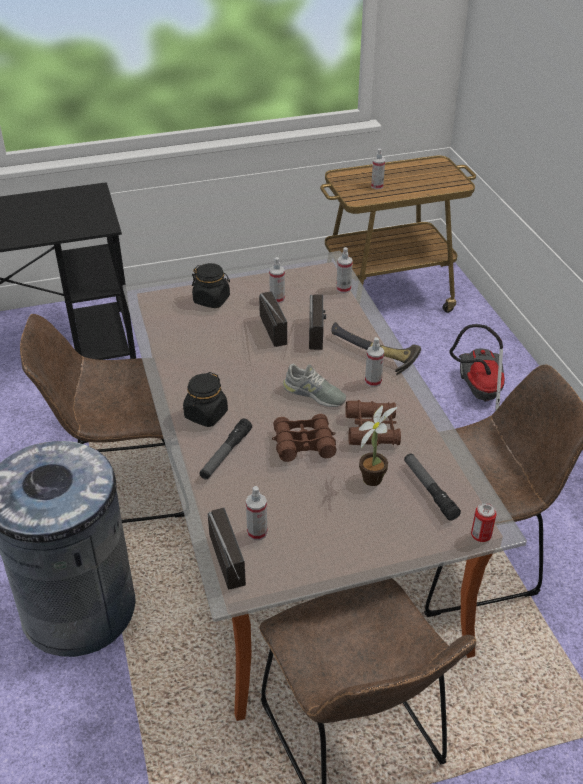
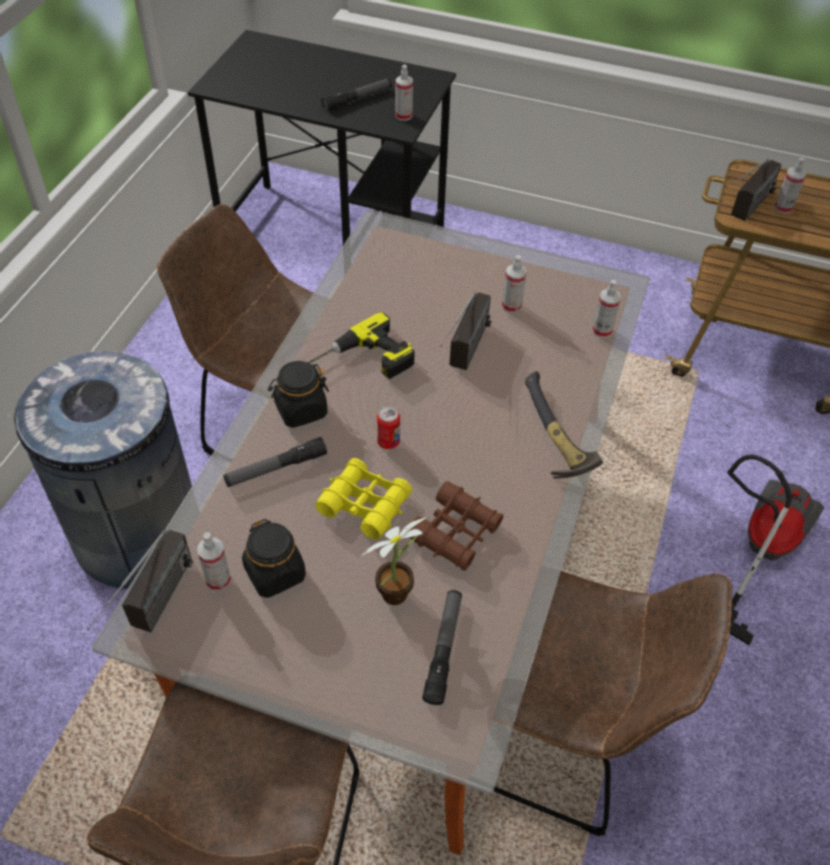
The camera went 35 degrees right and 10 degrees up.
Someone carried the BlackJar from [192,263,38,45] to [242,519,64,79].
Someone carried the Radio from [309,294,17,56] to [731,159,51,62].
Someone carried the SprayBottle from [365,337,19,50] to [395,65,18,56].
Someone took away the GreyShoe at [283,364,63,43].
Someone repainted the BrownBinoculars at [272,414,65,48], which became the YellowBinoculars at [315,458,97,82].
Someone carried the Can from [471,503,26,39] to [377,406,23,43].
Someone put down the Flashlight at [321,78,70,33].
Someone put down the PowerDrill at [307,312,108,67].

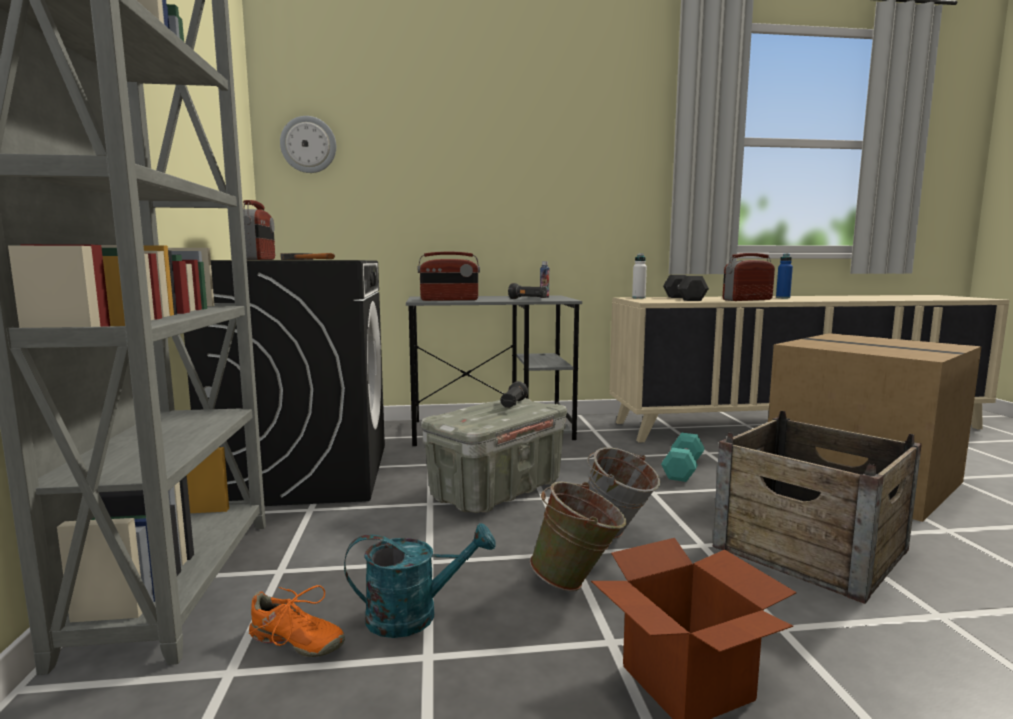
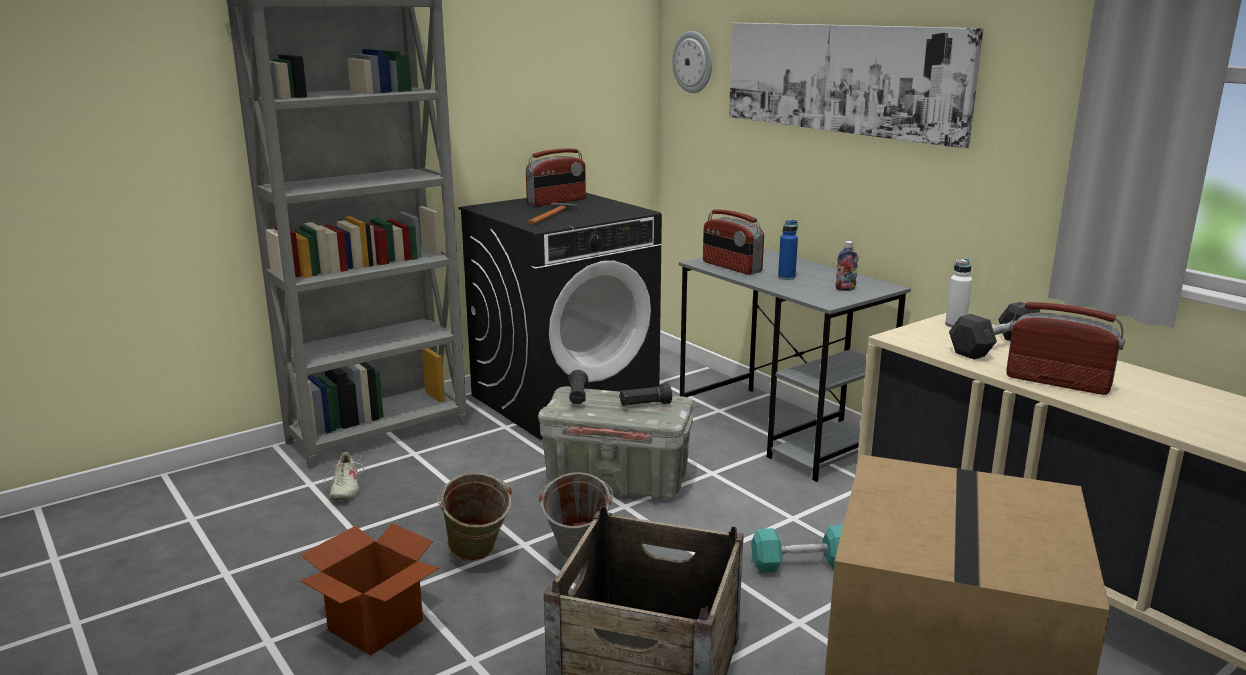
The camera went 60 degrees right and 10 degrees up.
Someone carried the BlueBottle from [776,253,17,45] to [778,220,20,60].
Someone carried the BlackFlashlight from [508,283,39,16] to [568,370,20,34].
Someone took away the TurquoiseWateringCan at [344,523,152,115].
Someone repainted the OrangeShoe at [249,585,96,72], which became the BeigeShoe at [321,452,43,49].
Someone put up the Picture at [729,23,255,126].

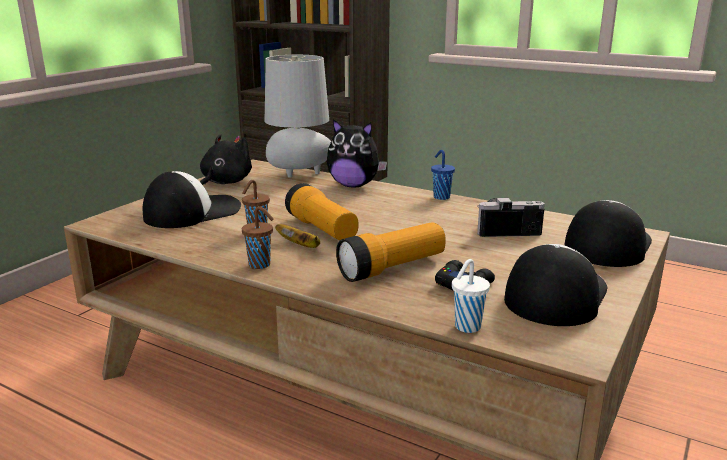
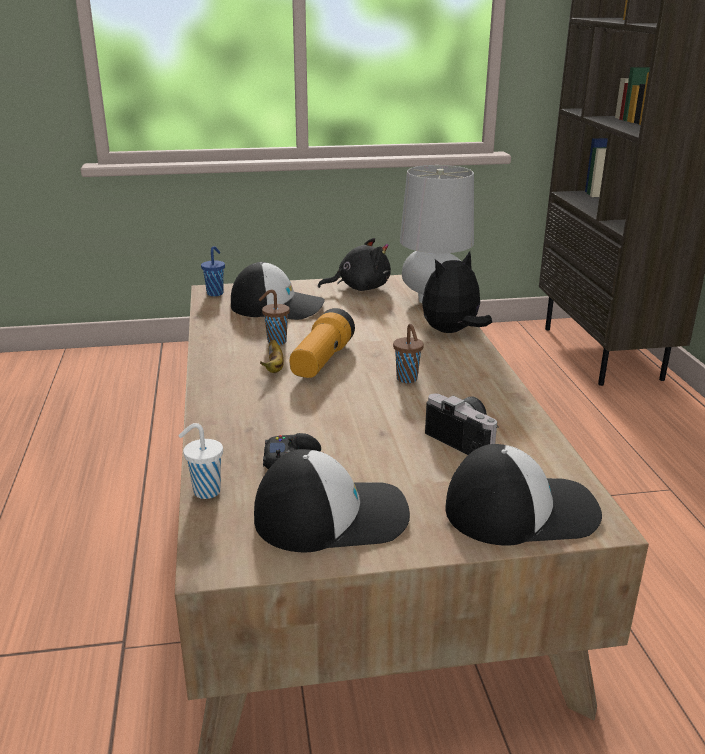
The camera went 50 degrees right and 5 degrees up.
Someone rotated the PlushToy at [327,119,60,68] by 75 degrees clockwise.
Someone carried the BlueCup from [431,150,24,50] to [201,246,24,50].
Someone carried the BrownCup from [242,206,32,63] to [393,324,31,59].
Someone took away the Flashlight at [336,222,110,60].

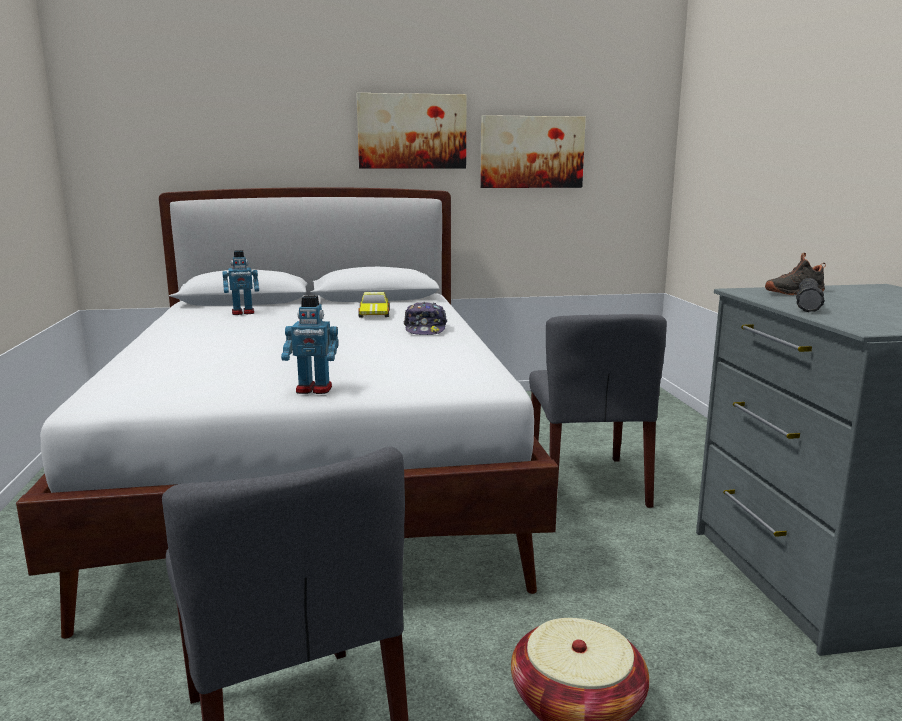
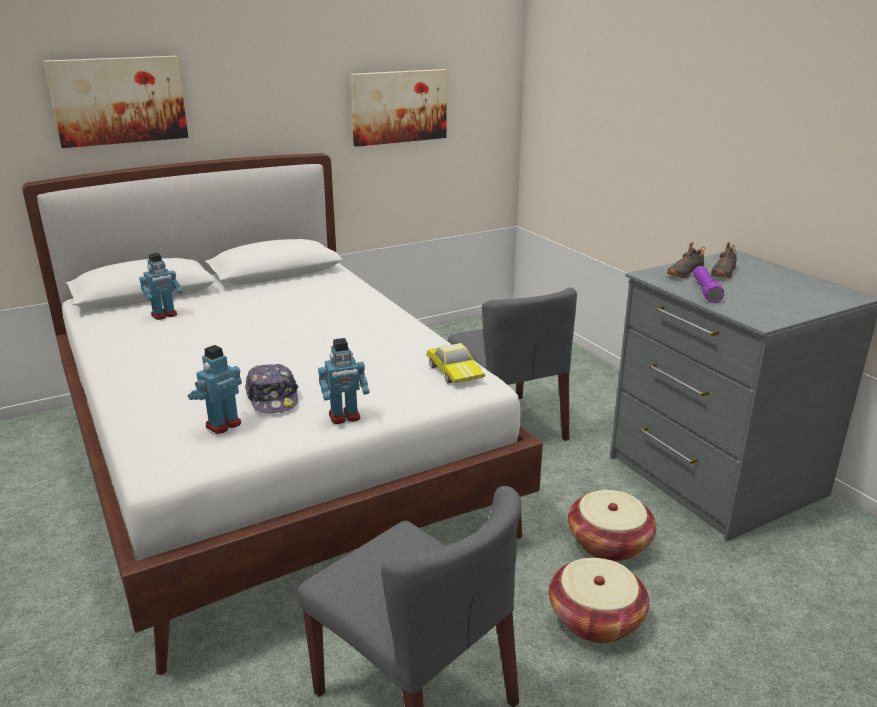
The camera went 20 degrees left and 10 degrees up.
Someone carried the Picture from [356,93,110,75] to [44,56,144,92].
Someone repainted the BlackFlashlight at [796,278,29,34], which became the PurpleFlashlight at [693,266,31,37].
Someone carried the ToyCar from [358,292,32,26] to [427,343,58,40].
Someone carried the Cap from [404,302,43,33] to [245,364,53,49].
Someone put down the BlackShoe at [711,242,26,36].
Someone put down the ToyRobot at [188,345,54,89].
Someone put down the Basket at [568,490,88,71].

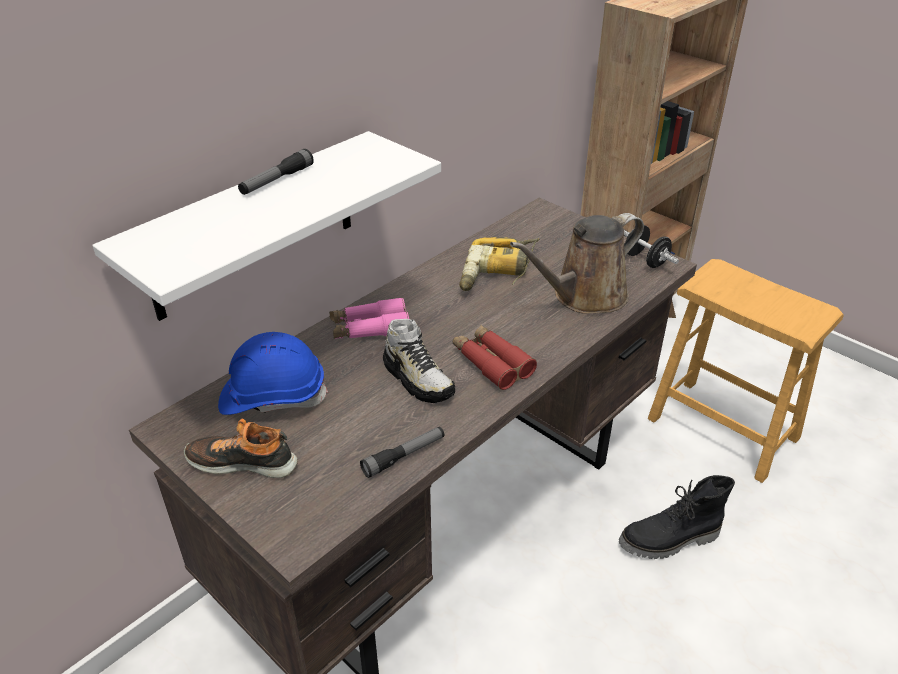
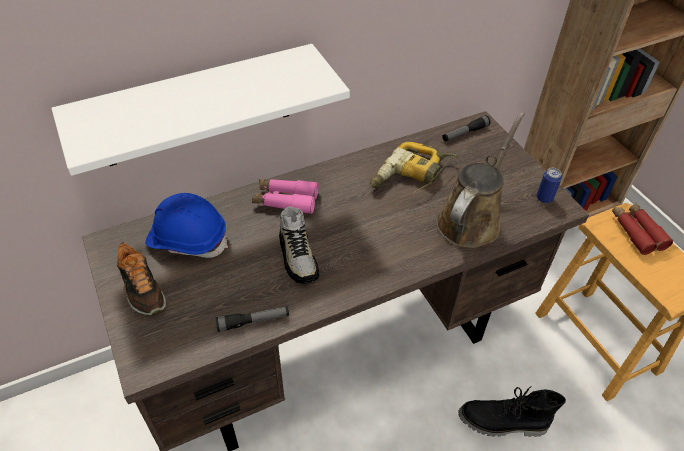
The camera went 20 degrees right and 10 degrees up.
Someone carried the Flashlight from [238,149,76,46] to [442,115,48,26].
Someone rotated the BrownWateringCan at [510,213,134,101] by 135 degrees clockwise.
Someone swapped the BlackDumbbell at [624,225,55,43] for the Can at [537,168,25,35].
Someone carried the RedBinoculars from [453,325,84,65] to [612,203,61,52].
Someone rotated the Shoe at [184,419,114,59] by 150 degrees counterclockwise.

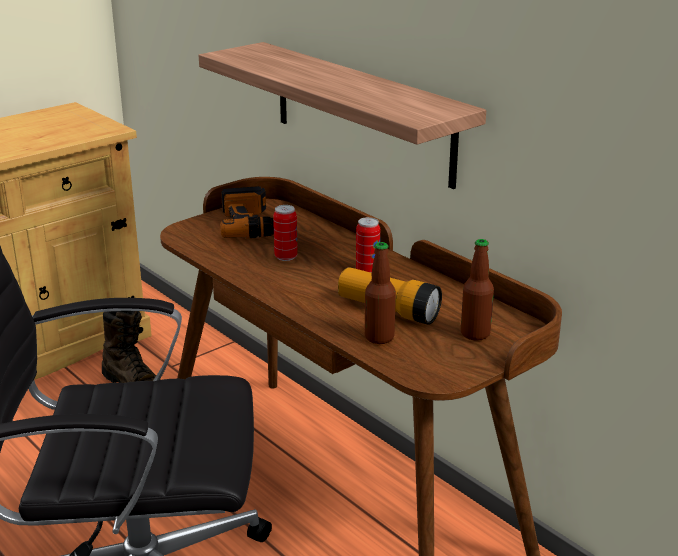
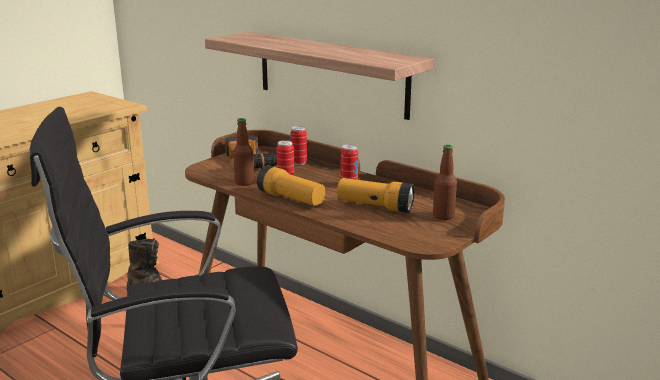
The camera went 10 degrees left and 5 degrees down.
Someone carried the Bottle from [365,242,31,102] to [233,118,21,68].
Someone put down the Can at [290,126,17,39].
Someone put down the Flashlight at [257,165,68,41].

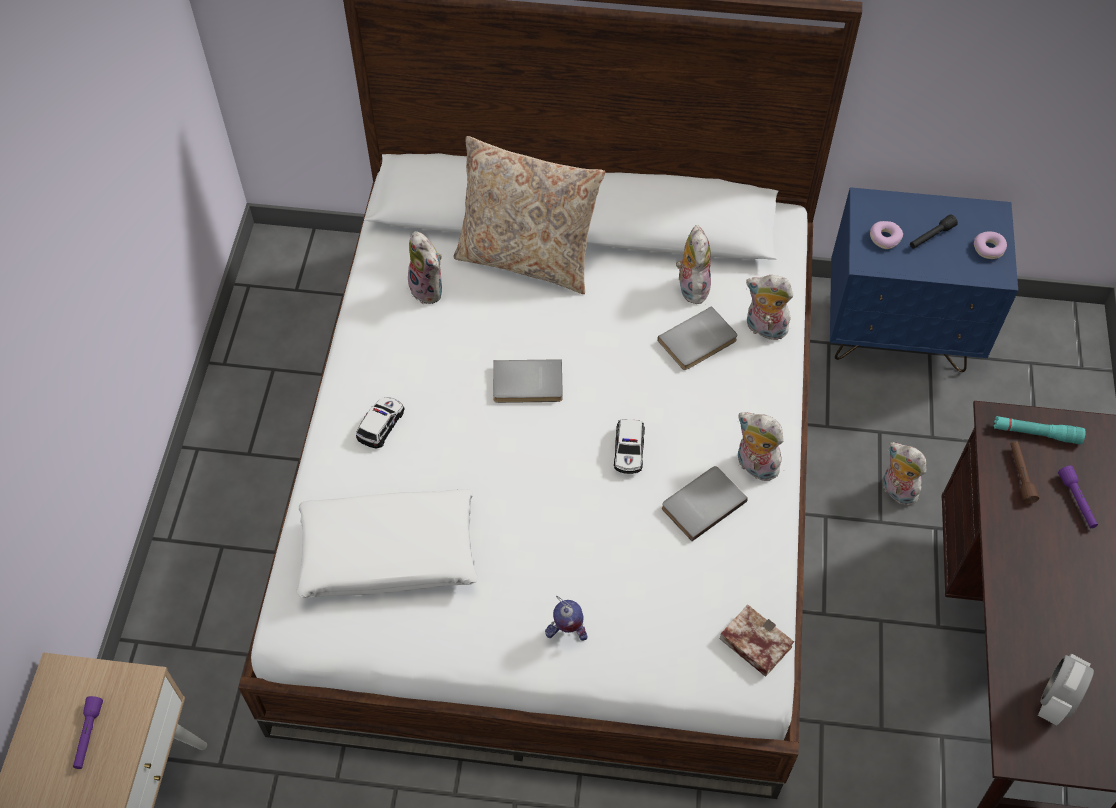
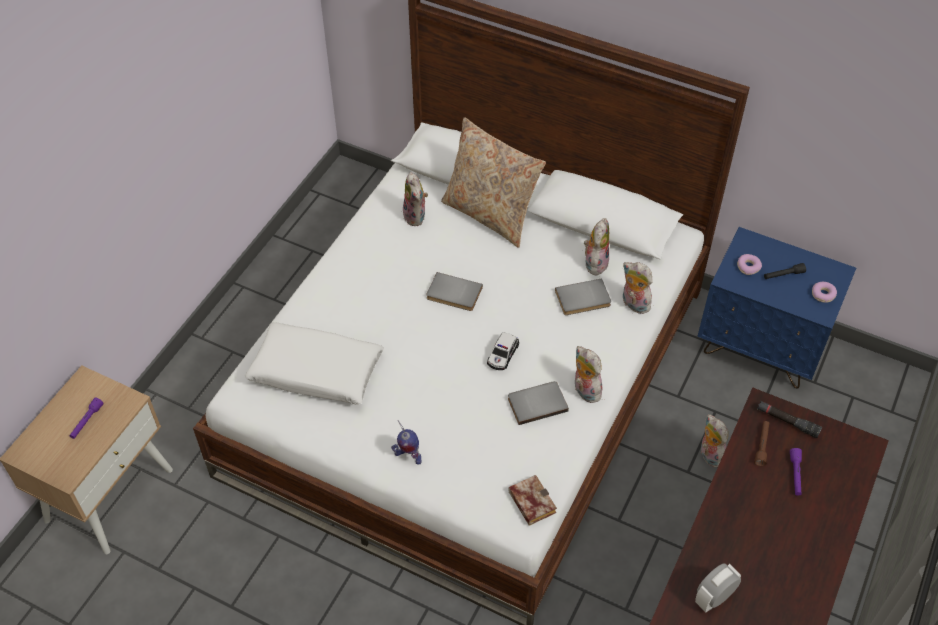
The camera went 20 degrees right and 5 degrees down.
Someone took away the ToyCar at [356,397,49,51].
Someone repainted the TurquoiseFlashlight at [994,416,92,28], which became the BlackFlashlight at [757,401,65,37].

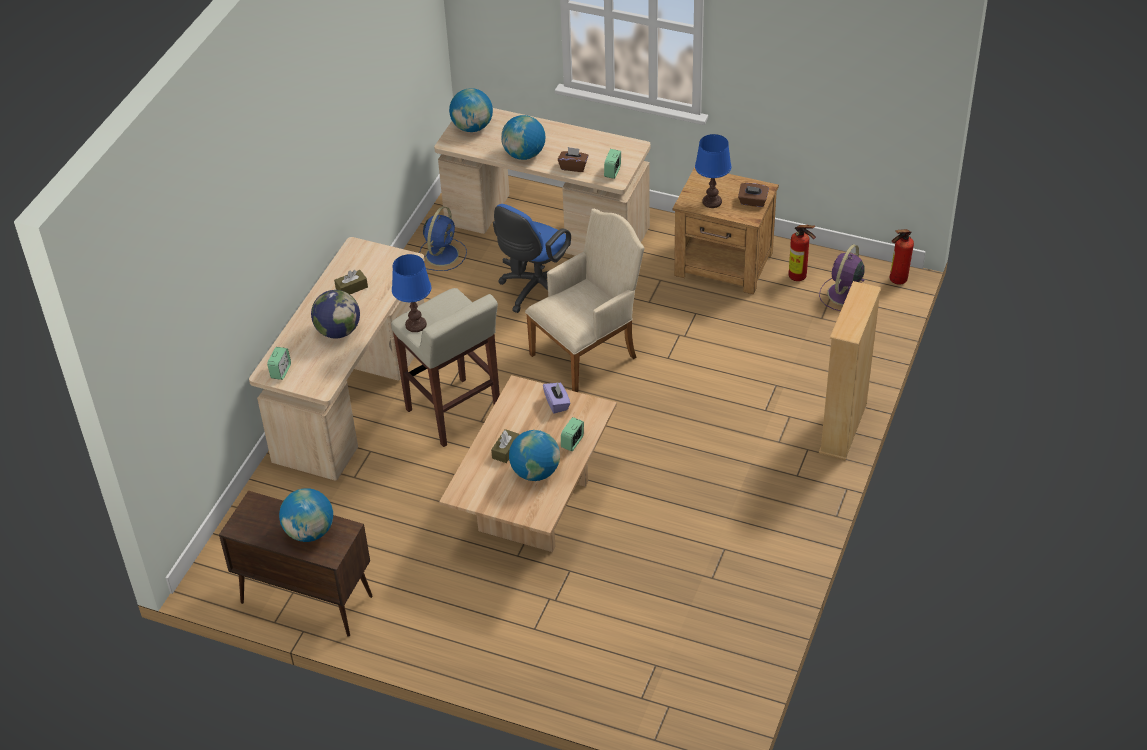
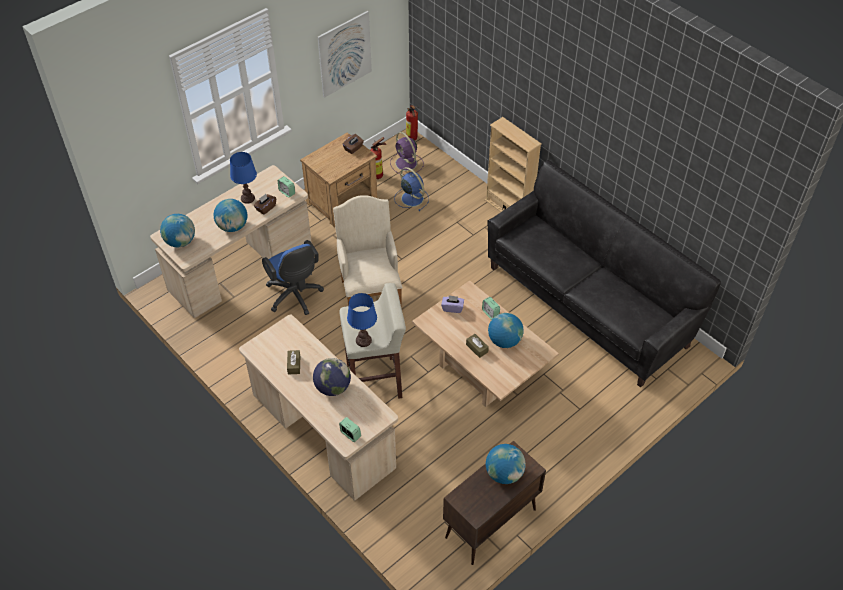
The camera went 65 degrees left and 5 degrees up.
Someone carried the BlueTableLamp from [695,134,36,74] to [230,152,27,52].
Someone carried the BlueFan from [420,206,47,65] to [394,167,35,44].
Someone put up the Picture at [317,11,55,87].
Someone put down the BlackSofa at [488,160,233,228].

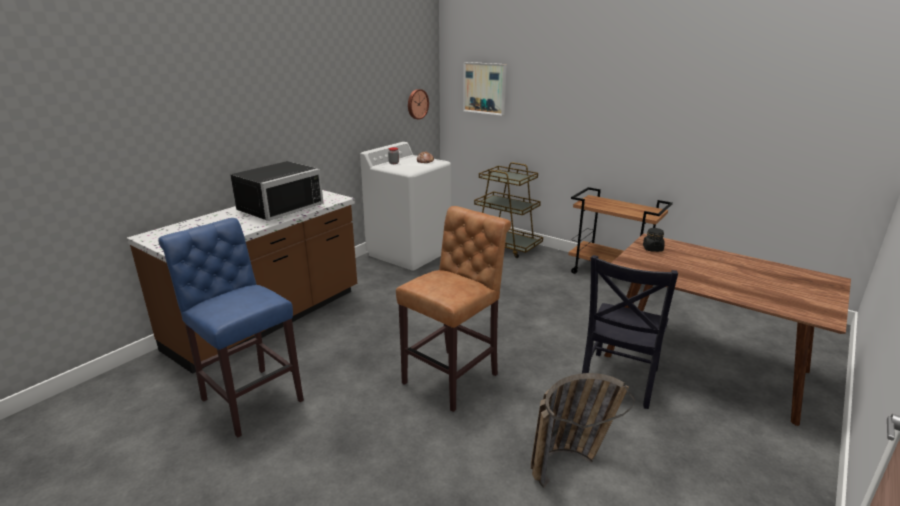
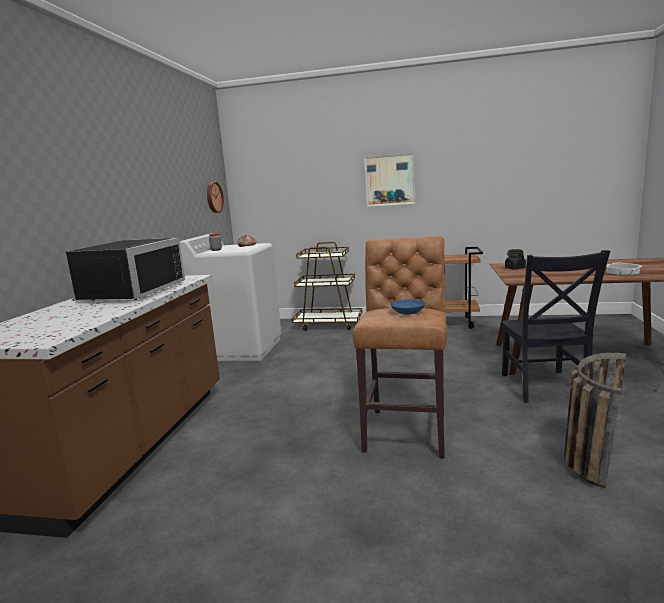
The camera went 25 degrees left and 10 degrees down.
Someone carried the Picture from [463,62,44,54] to [364,153,51,54].
Someone took away the BlueStool at [158,218,146,220].
Someone put down the CookingPot at [606,263,36,12].
Someone put down the BlueBowl at [391,299,34,16].

